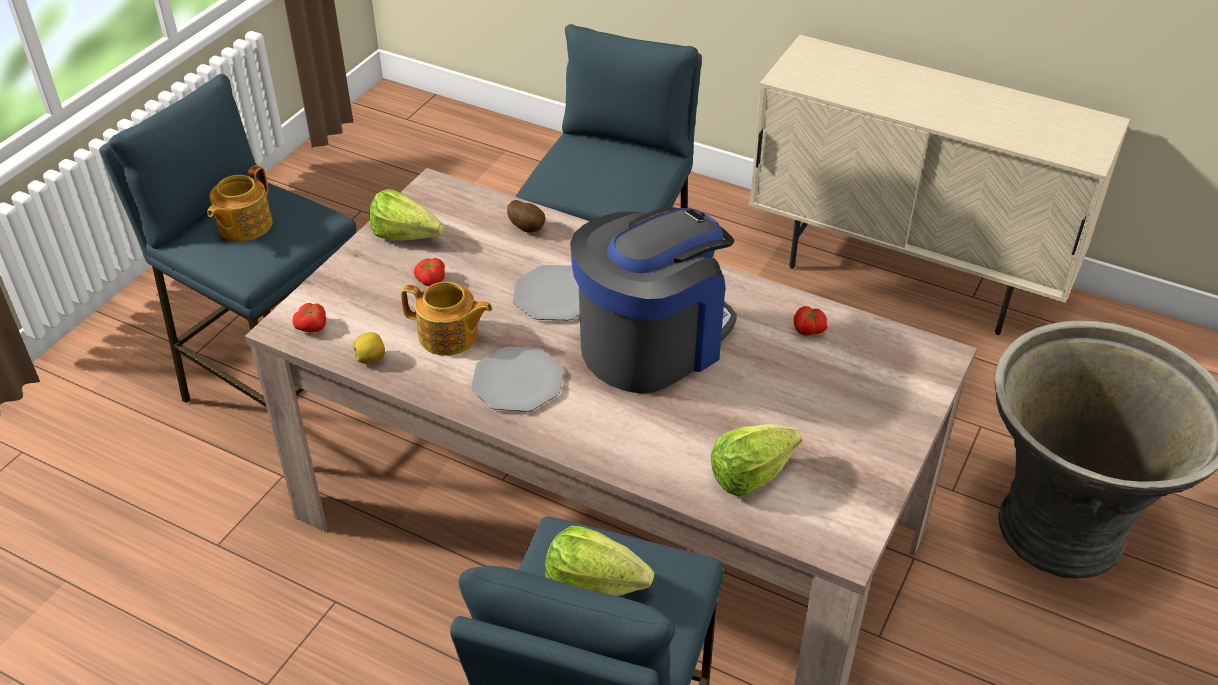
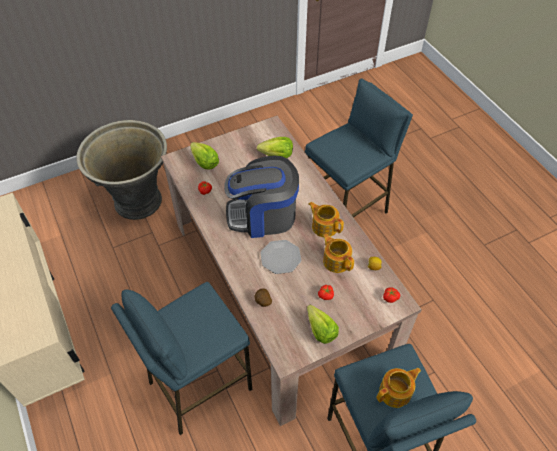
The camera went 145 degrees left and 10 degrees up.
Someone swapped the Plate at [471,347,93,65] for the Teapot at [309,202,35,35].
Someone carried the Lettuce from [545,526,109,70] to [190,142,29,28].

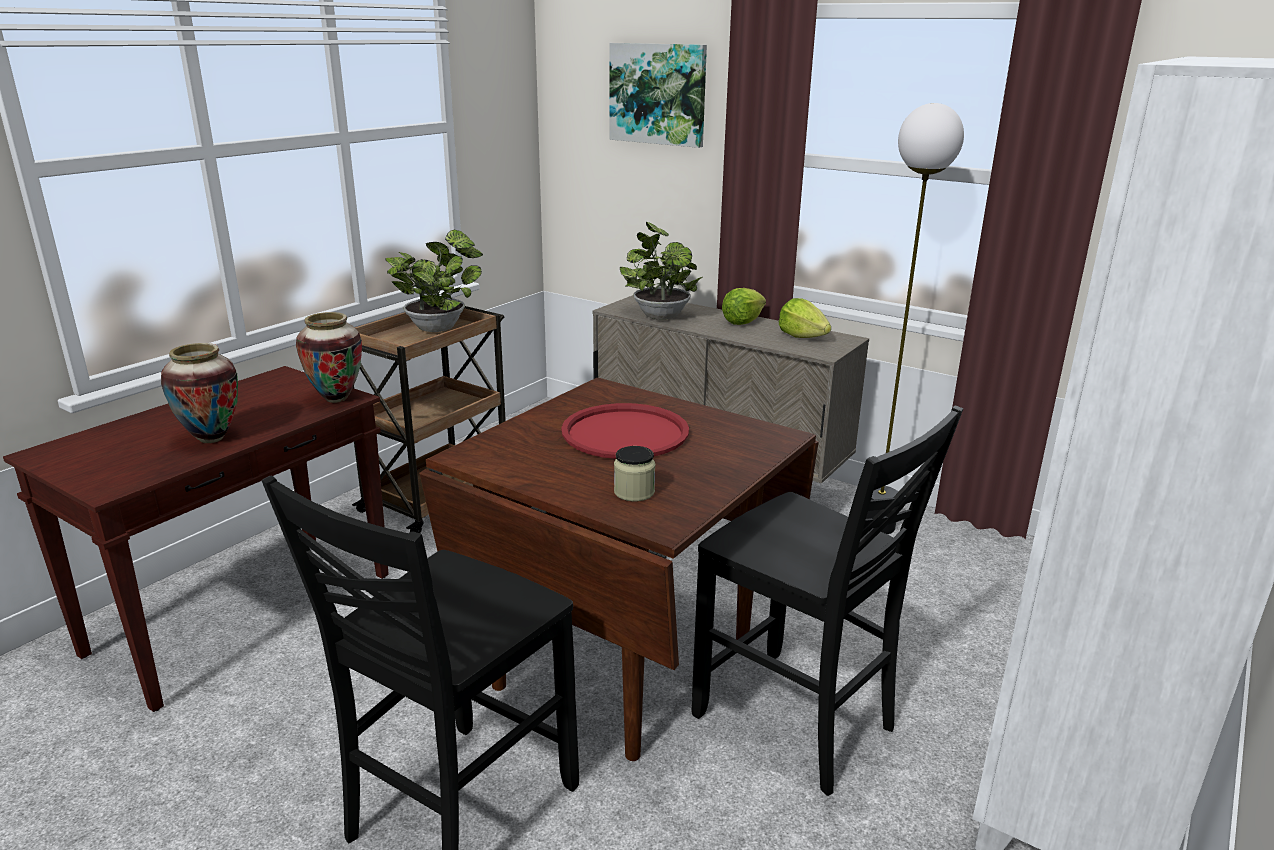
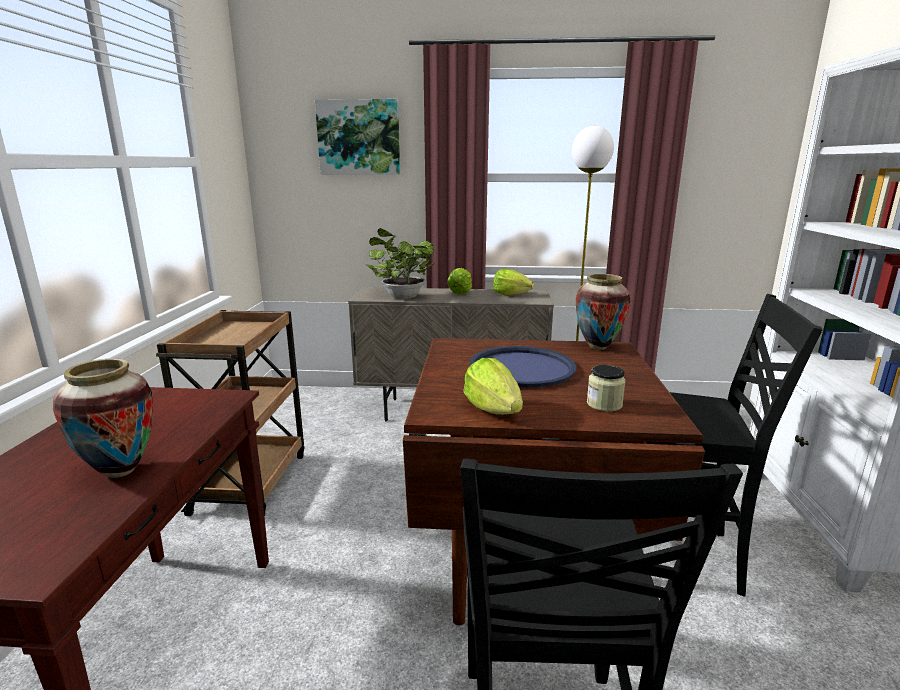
The camera went 30 degrees left and 5 degrees down.
Someone took away the PottedPlant at [385,230,98,102].
Someone carried the Vase from [296,312,66,91] to [576,274,54,76].
Someone repainted the RedTray at [561,403,128,56], which became the BlueTray at [470,346,107,41].
Someone put down the Lettuce at [463,358,60,57].

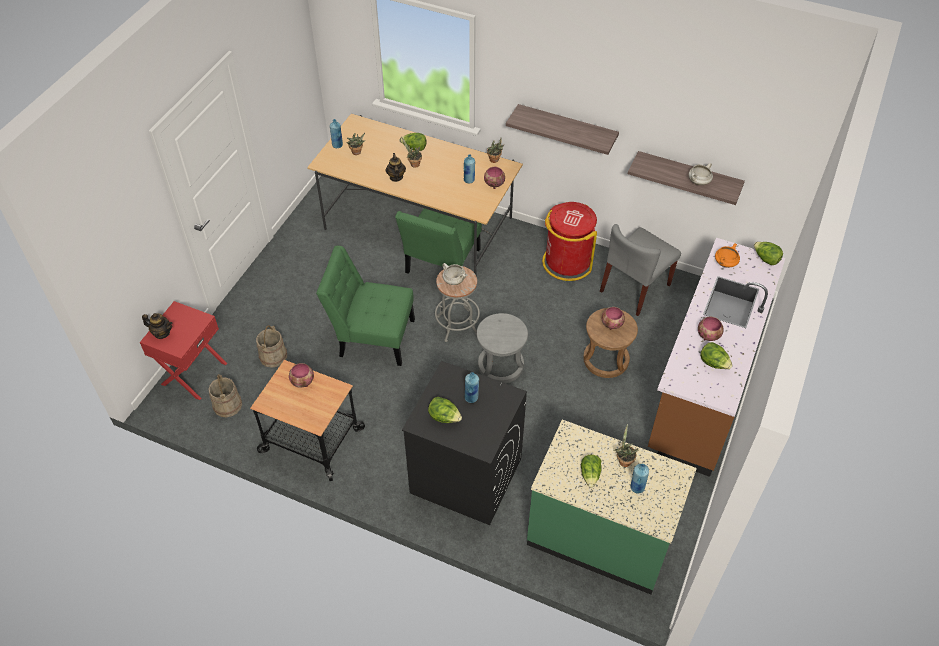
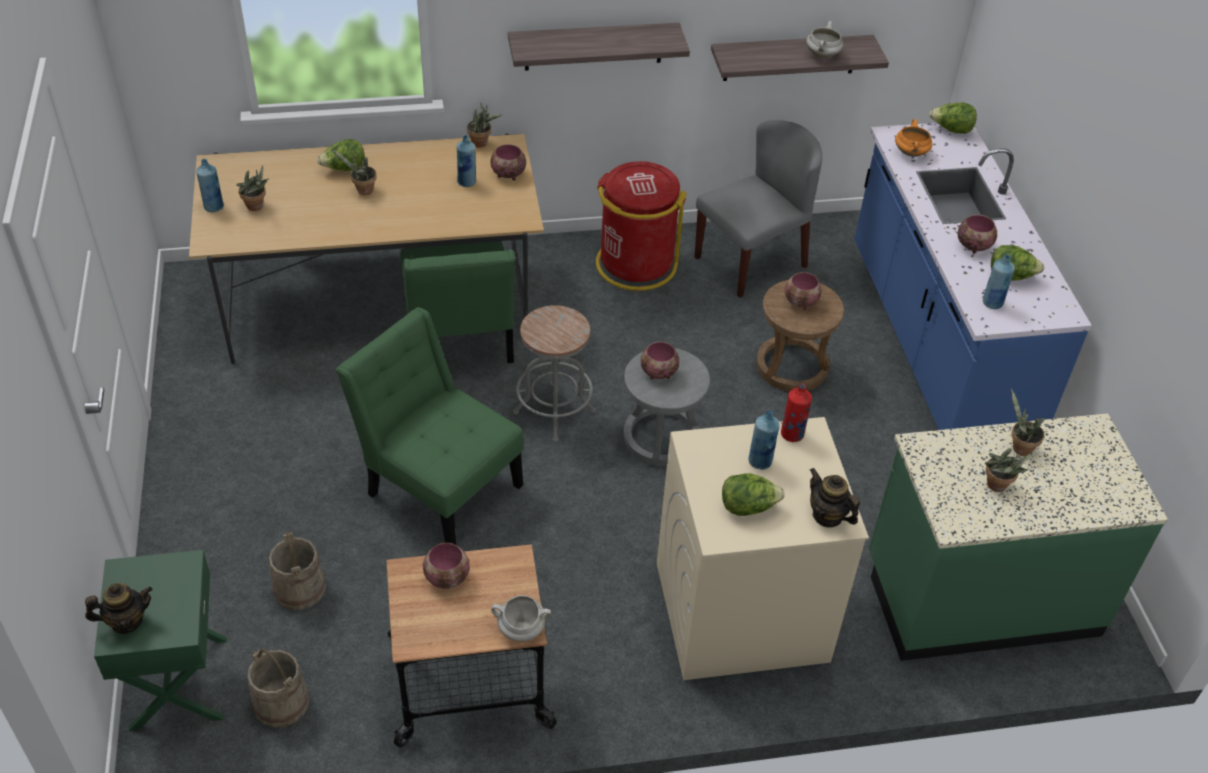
The camera went 35 degrees left and 5 degrees down.
Someone carried the Teapot from [386,153,20,29] to [810,468,50,60].
Someone rotated the GreyChair at [600,224,81,92] by 135 degrees counterclockwise.
Someone repainted the BrownCounter at [648,238,137,239], which became the BlueCounter at [854,123,238,307].
Someone rotated the GreenChair at [316,246,99,120] by 60 degrees clockwise.
Someone carried the WhiteCookingPot from [442,263,24,22] to [491,595,60,47].
Someone repainted the RedNightstand at [140,301,87,99], which became the GreenNightstand at [94,550,133,181].
Someone repainted the BlackWashingMachine at [402,361,125,164], which became the BeigeWashingMachine at [657,417,212,263].
Someone swapped the Lettuce at [581,455,20,32] for the PottedPlant at [985,448,47,44].
Someone carried the BlueBottle from [630,464,19,30] to [983,254,32,55].
Someone put down the Bowl at [640,342,39,37].
Someone put down the RedBottle at [781,384,31,58].

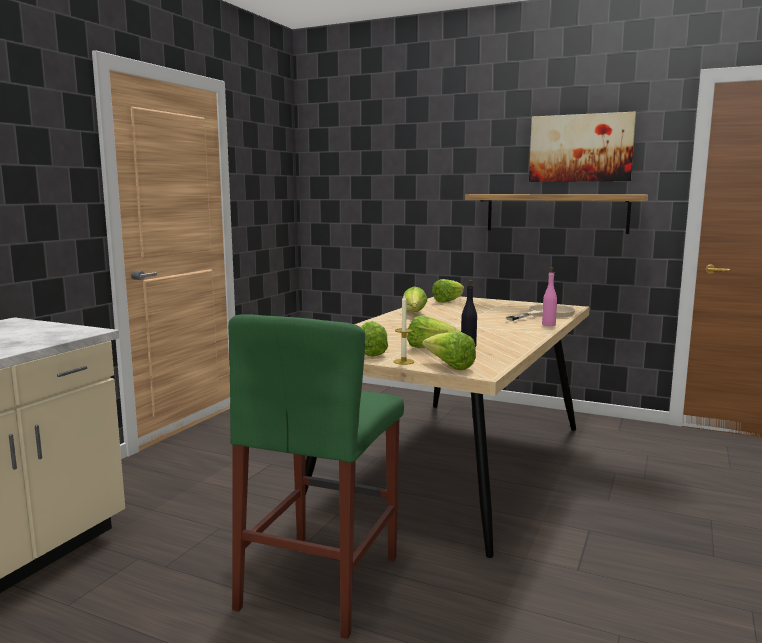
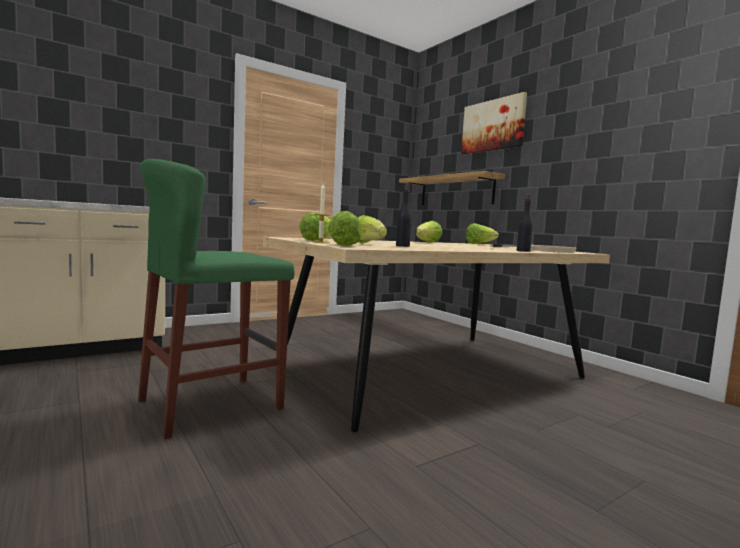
The camera went 30 degrees right and 5 degrees down.
Someone carried the Picture from [529,112,107,70] to [461,92,66,62].
Someone carried the Shelf from [465,194,183,40] to [399,171,106,34].
Someone repainted the PinkBottle at [542,268,15,58], which became the BlackBottle at [517,194,16,58].

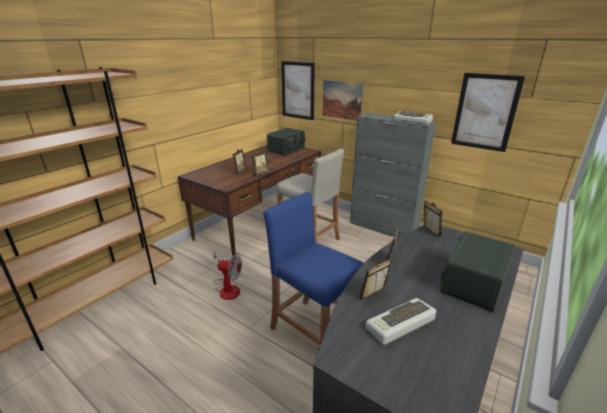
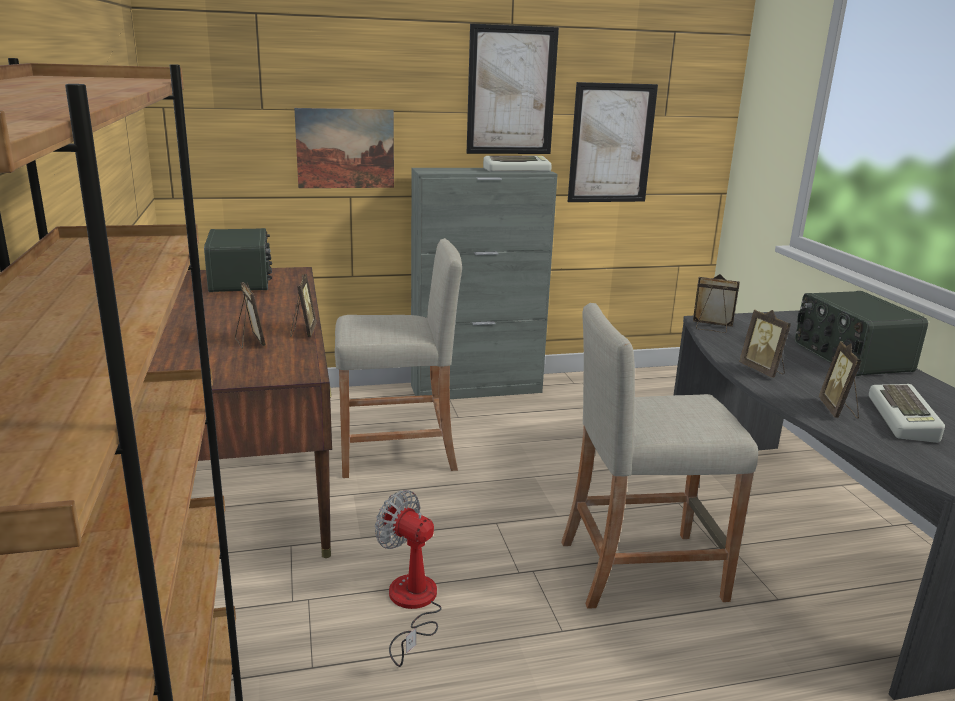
The camera went 50 degrees left and 5 degrees down.
Someone carried the Picture from [281,61,34,59] to [467,23,92,131].
Someone repainted the BlueStool at [263,192,101,153], which became the BeigeStool at [561,303,197,306].
Someone rotated the Fan at [213,252,29,48] by 105 degrees counterclockwise.

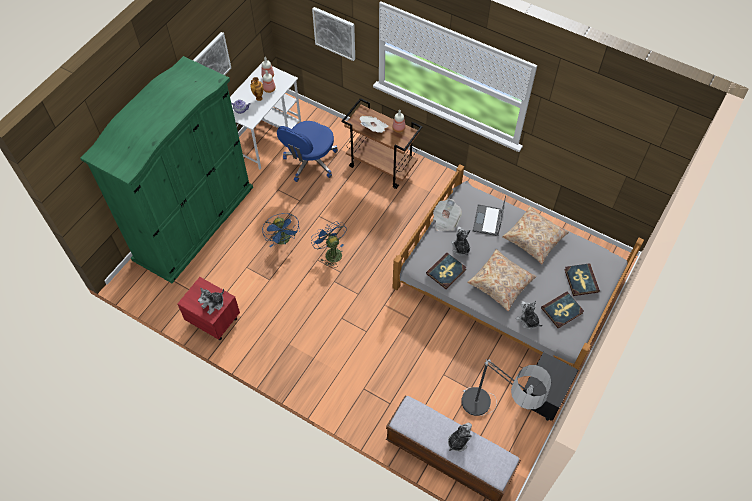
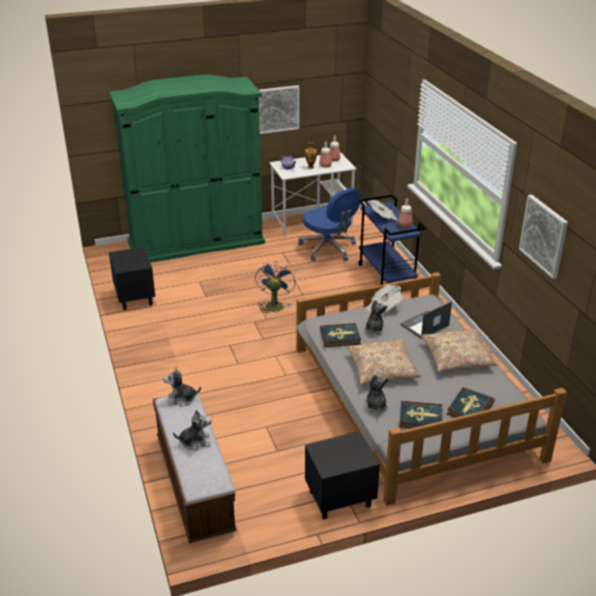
The camera went 40 degrees right and 25 degrees down.
Someone carried the Picture from [312,7,43,54] to [519,195,49,84].
Someone repainted the BrownCart at [342,98,81,91], which became the BlueCart at [358,195,67,90].
Someone rotated the BlueOfficeChair at [277,121,61,61] by 105 degrees counterclockwise.
Someone took away the BlueFan at [262,213,38,34].
Someone repainted the RedNightstand at [177,277,63,63], which became the BlackNightstand at [109,247,46,63].
Someone carried the PlushToy from [198,288,26,27] to [163,367,38,40].
Someone took away the FloorLamp at [461,359,90,57].

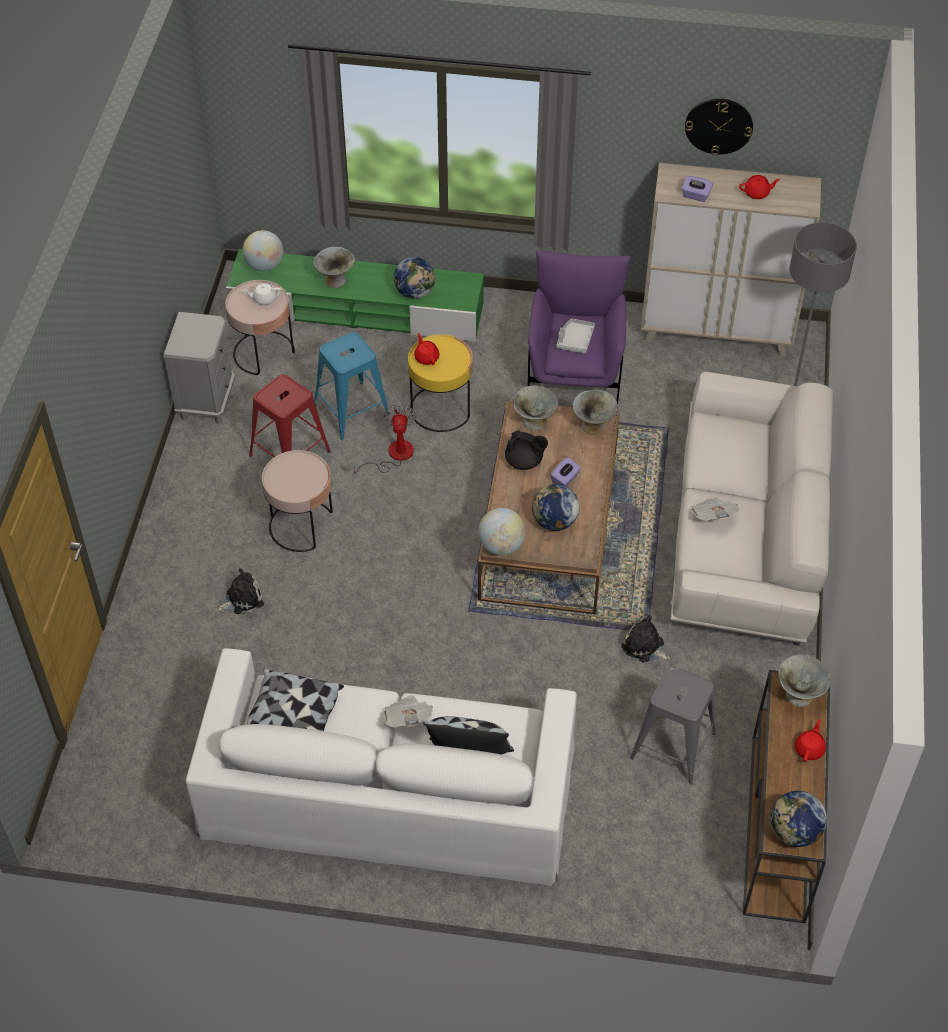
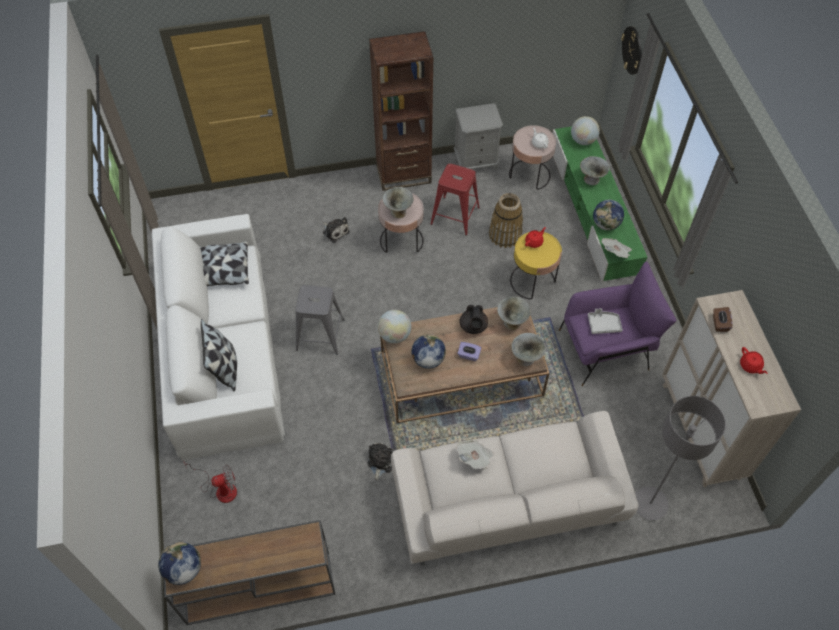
The camera went 70 degrees right and 5 degrees up.
Someone carried the WallClock from [685,99,68,56] to [621,26,21,49].
Someone repainted the PurpleTissueBox at [681,176,32,26], which became the BrownTissueBox at [713,307,20,25].
Someone swapped the BlueStool at [314,332,76,108] for the Basket at [489,193,34,55].
Someone carried the Fan from [350,404,66,70] to [184,462,53,41].
Someone carried the GreyBowl from [778,654,53,53] to [383,187,31,31].
Someone carried the GreyStool from [630,666,86,118] to [295,285,49,70].
Someone carried the Newspaper from [383,695,50,33] to [601,238,31,20].
Someone took away the RedTeapot at [795,719,31,43].
Someone put down the BrownBookcase at [369,31,64,160].

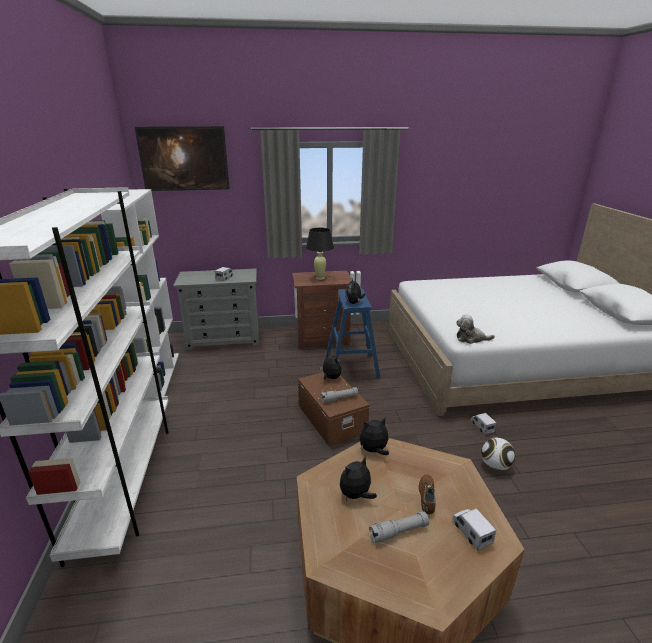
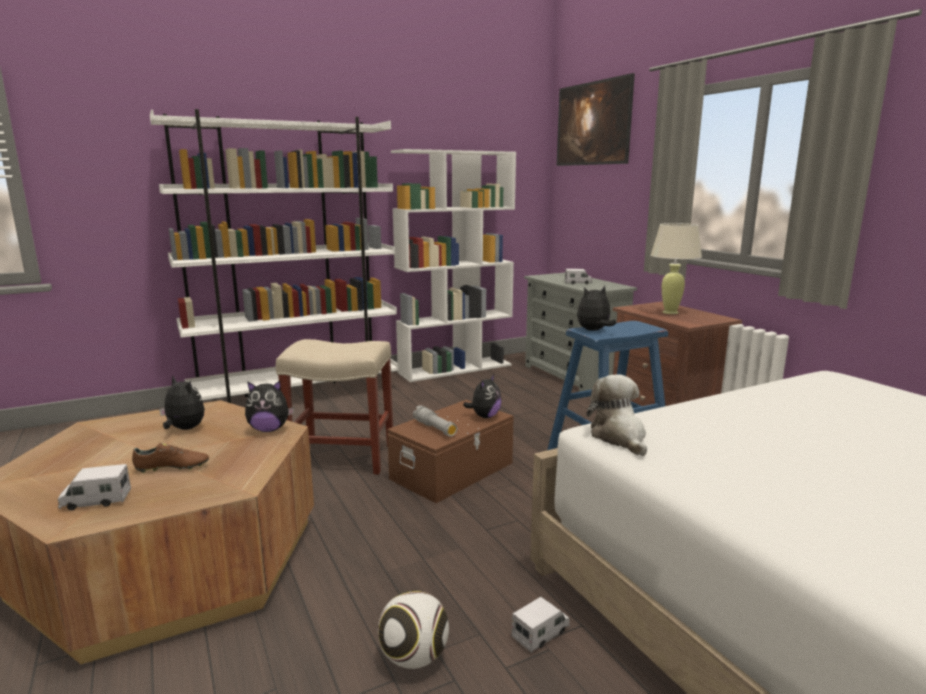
The camera went 70 degrees right and 10 degrees down.
Someone repainted the BlackTableLamp at [306,228,28,52], which became the BeigeTableLamp at [650,223,52,91].
Someone rotated the PlushToy at [360,418,29,37] by 120 degrees clockwise.
Someone rotated the ToyTruck at [452,508,44,43] by 150 degrees counterclockwise.
Someone took away the GreyFlashlight at [369,511,60,32].
Someone put down the BeigeStool at [276,339,117,136].

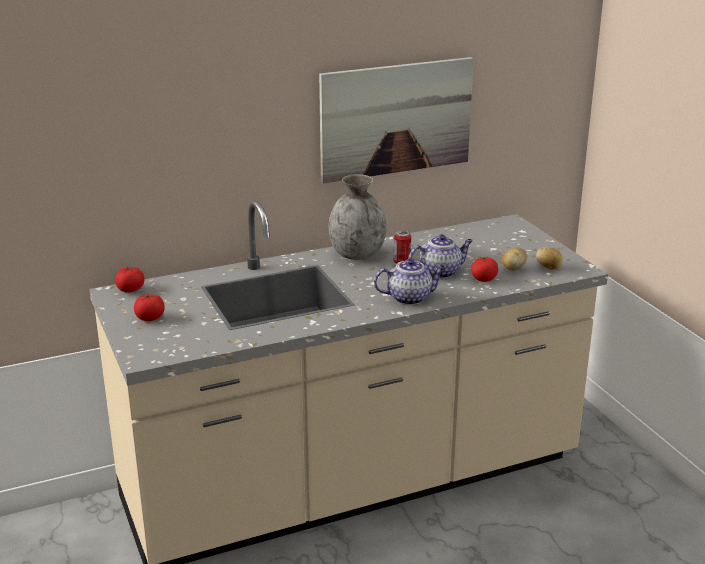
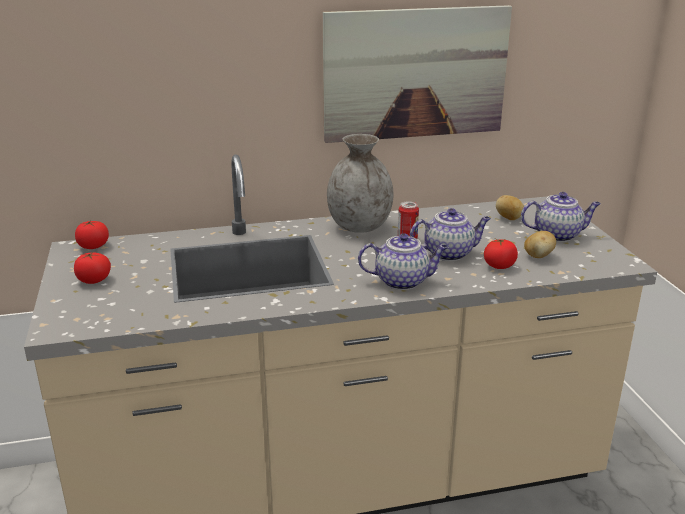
The camera went 10 degrees right and 0 degrees up.
Someone carried the Potato from [536,247,27,23] to [496,195,28,25].
Someone put down the Teapot at [521,192,80,50].

